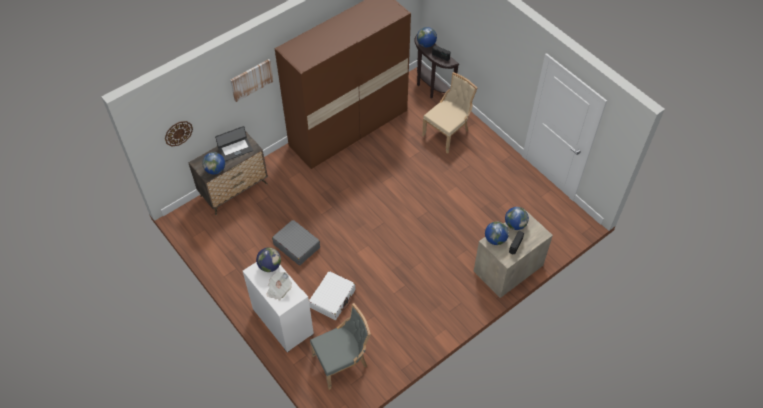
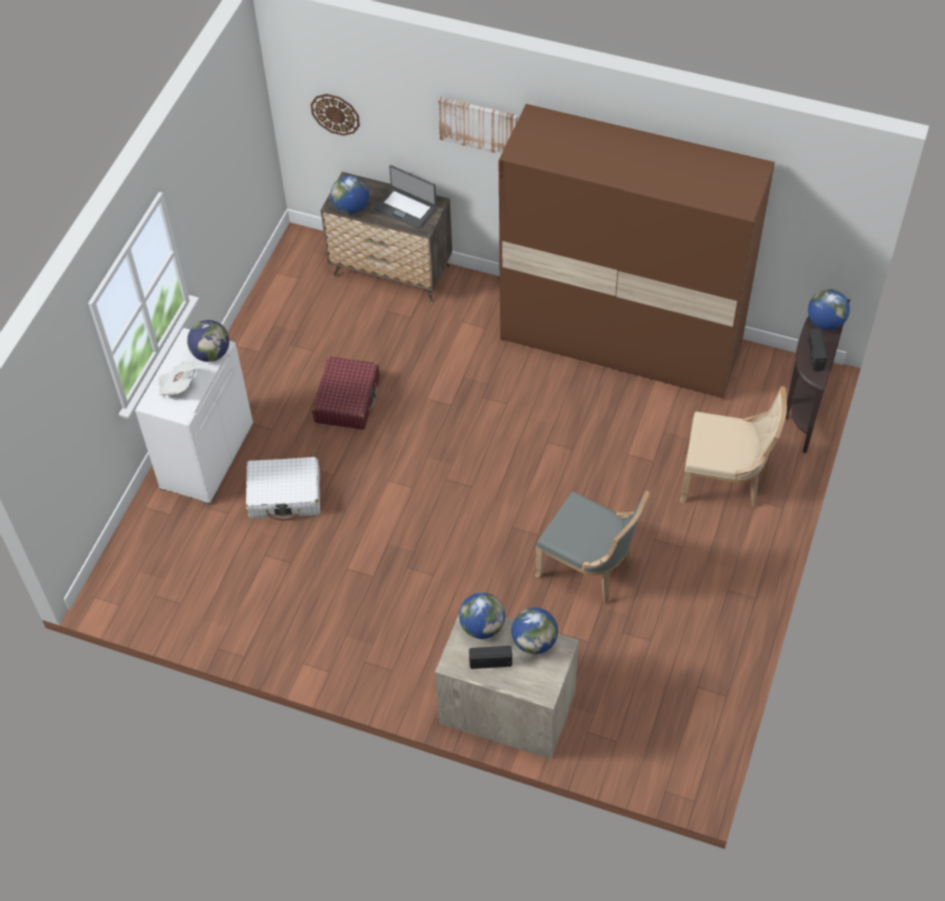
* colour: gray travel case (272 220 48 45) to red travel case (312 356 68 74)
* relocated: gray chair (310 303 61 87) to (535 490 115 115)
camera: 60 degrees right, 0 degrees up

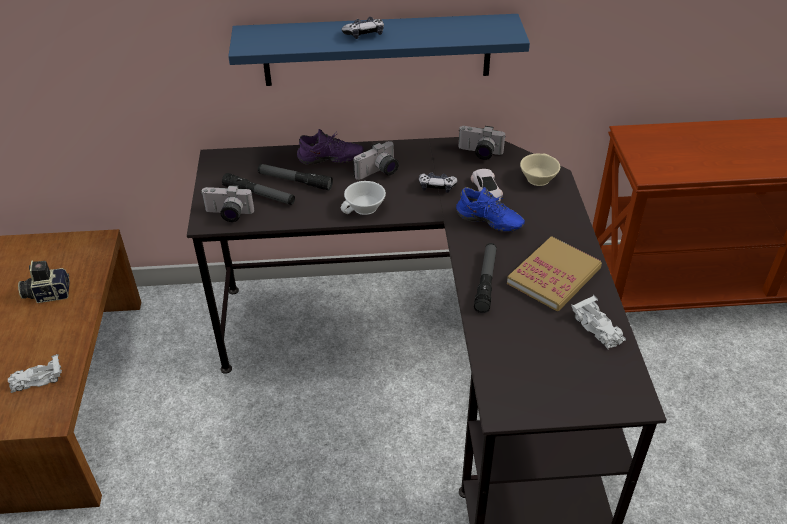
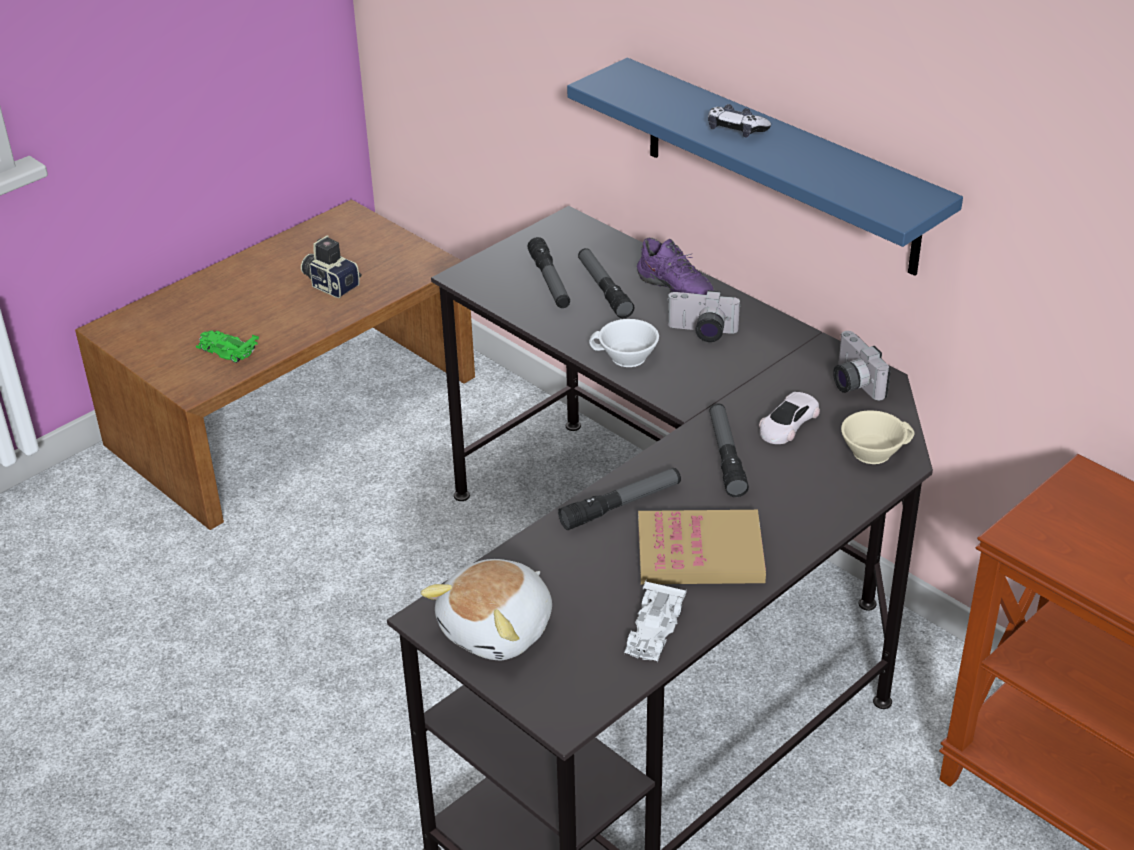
* colour: white miniature car (7 354 55 39) to greenish miniature car (196 330 63 33)
* appeared: plush toy (421 559 131 102)
* exchanged: blue item of footwear (456 187 69 45) to flashlight (709 403 40 94)
* missing: still camera (201 185 53 37)
* missing: gamepad (419 172 38 21)
camera: 50 degrees right, 5 degrees down

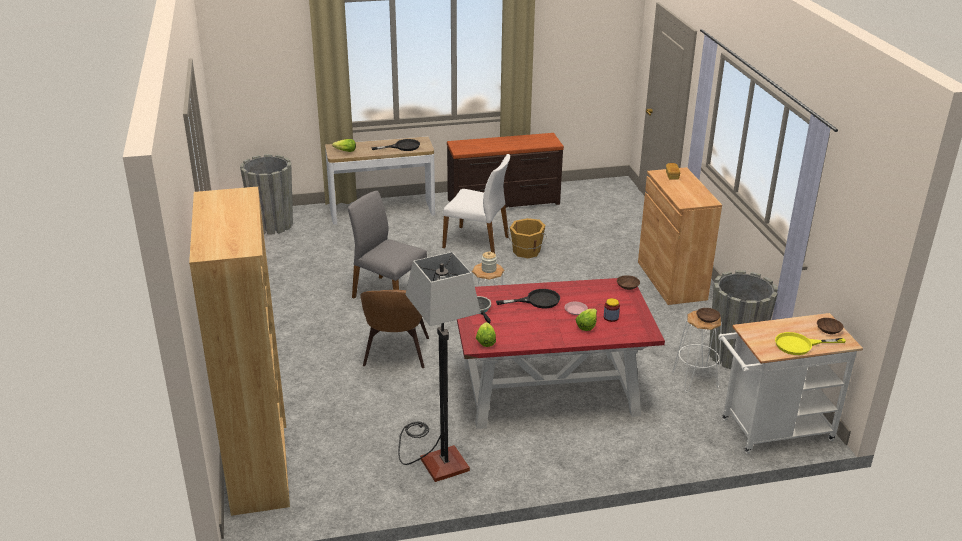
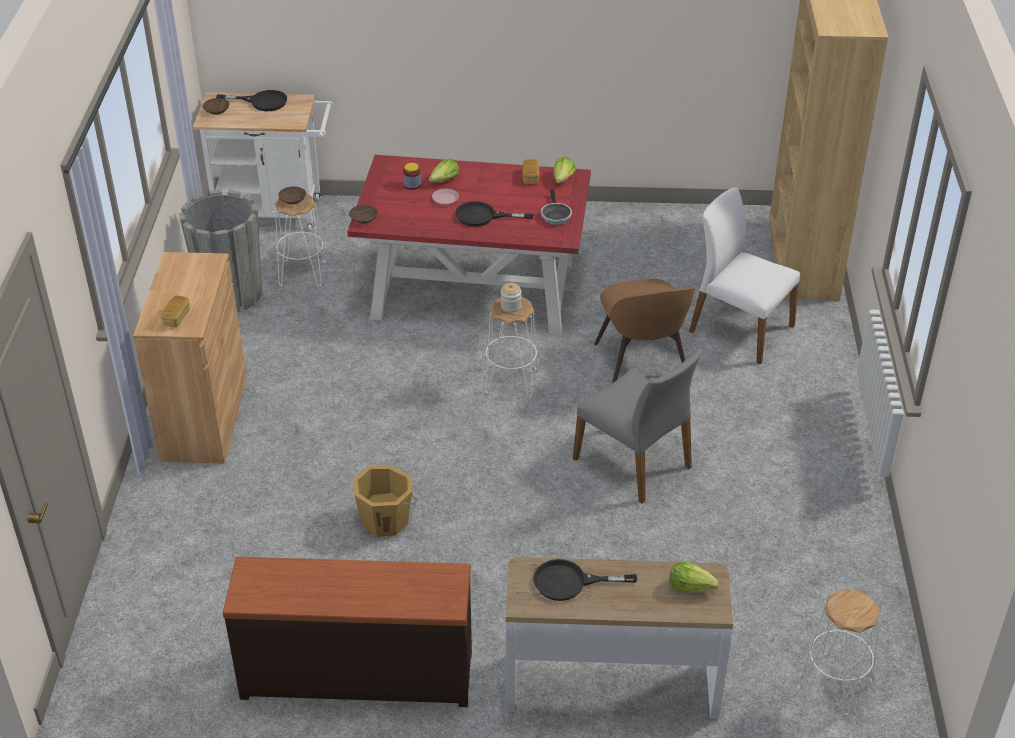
* colour: yellow frying pan (775 332 71 23) to black frying pan (216 90 71 21)
* appeared: bread (522 159 17 25)
* spun: brown chair (360 290 69 78) = (594 279 101 104) 150 degrees clockwise
* relocated: white chair (442 154 68 99) to (689 187 111 177)
* exchanged: gray planter (240 154 53 81) to white stool (798 589 82 126)
* missing: standing lamp (398 252 83 230)
camera: 165 degrees left, 10 degrees up

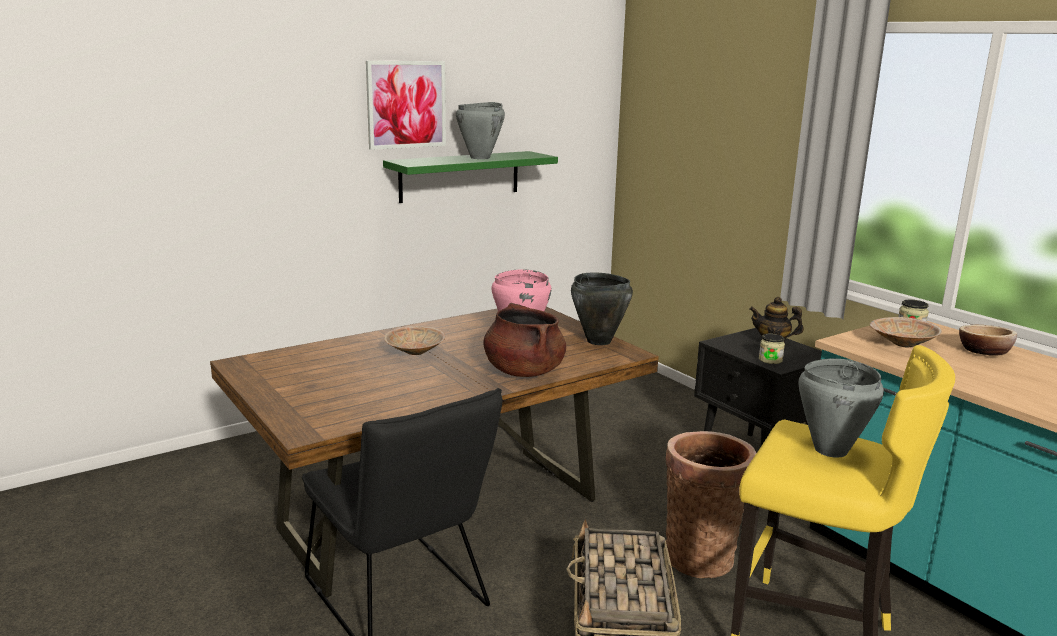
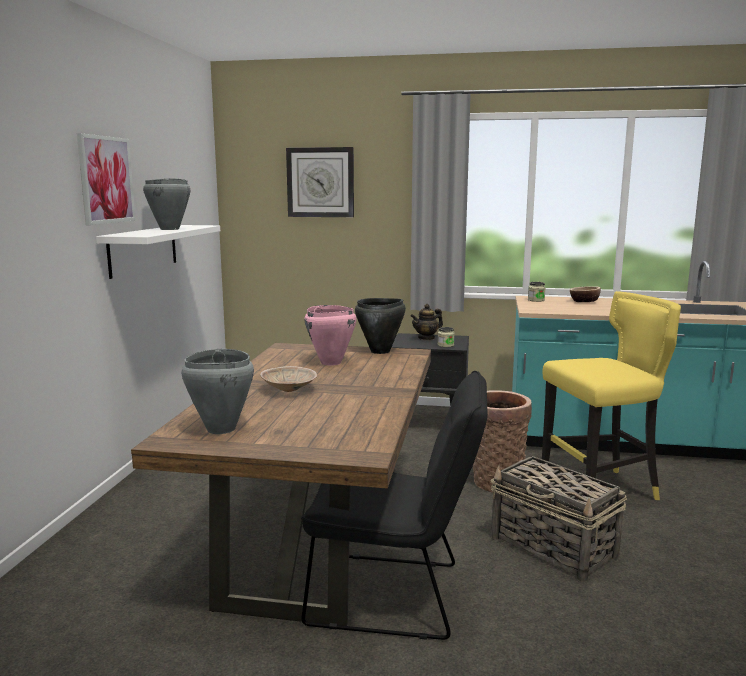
* colour: greenish shelf (383 151 175 52) to white shelf (96 225 124 54)
* relocated: gray saucepot (798 358 86 99) to (181 349 73 85)
* appeared: wall clock (286 147 68 70)
* missing: brown saucepot (483 303 83 74)
* missing: beige-coloured deep dish (870 317 72 31)
camera: 45 degrees left, 5 degrees down

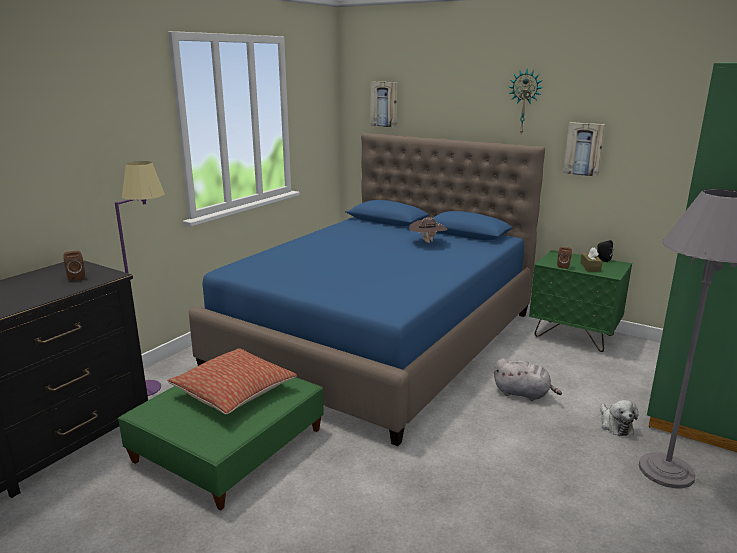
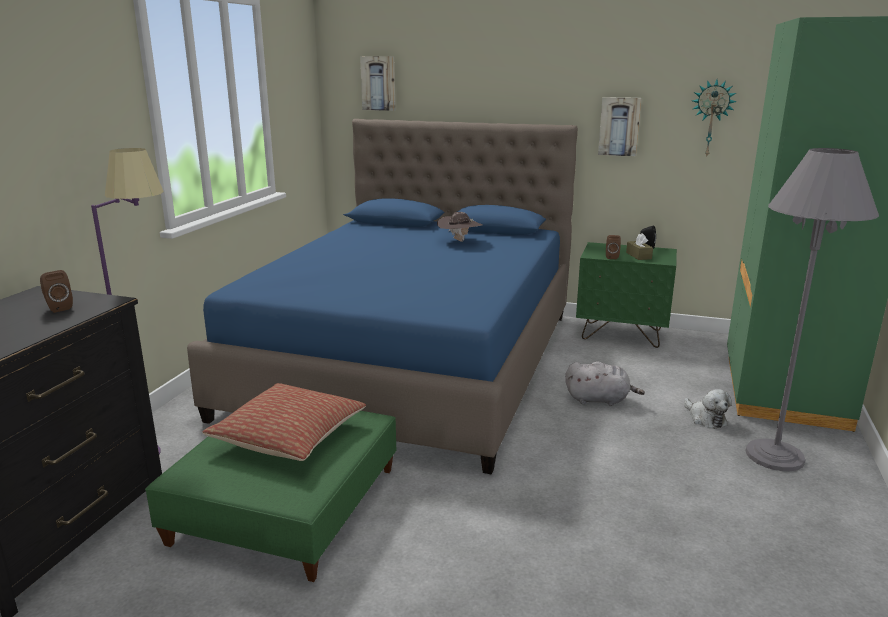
* relocated: wall clock (509 69 34 65) to (692 80 45 78)
camera: 15 degrees left, 0 degrees up

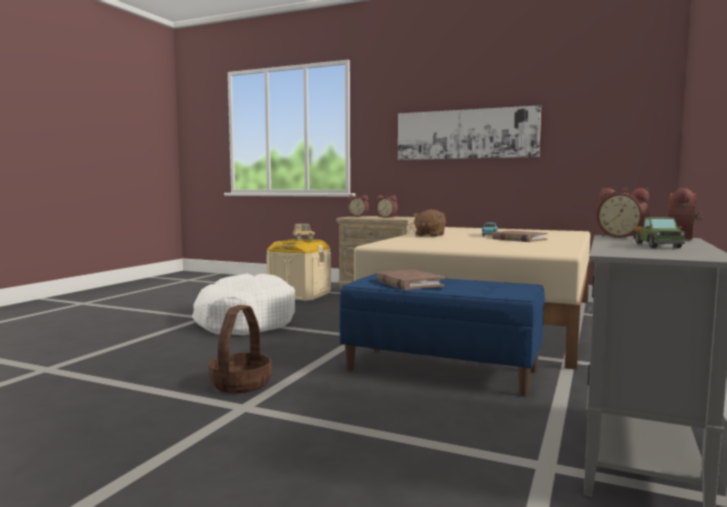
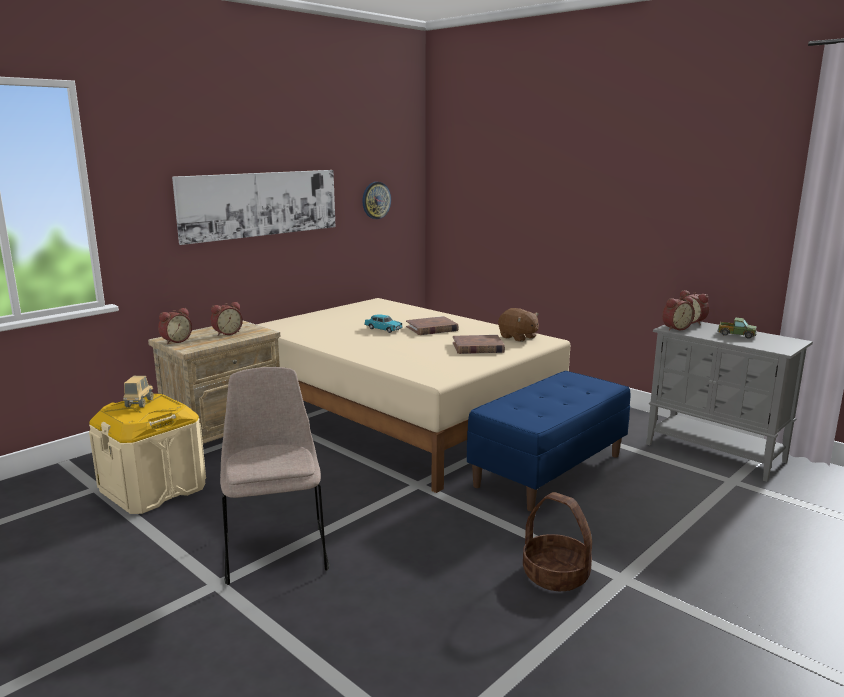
* exchanged: white dog cushion (192 273 103 62) to beige-coloured chair (220 367 109 218)
* appeared: wall clock (362 182 29 37)
* relocated: brown book (377 269 68 21) to (453 335 52 19)
* relocated: brown plush toy (413 209 33 28) to (498 308 41 34)
camera: 70 degrees left, 10 degrees up

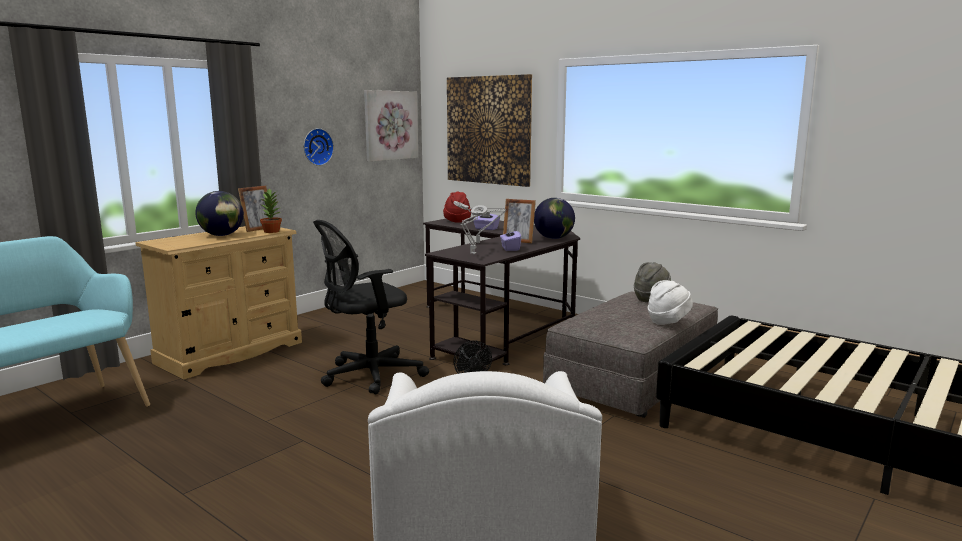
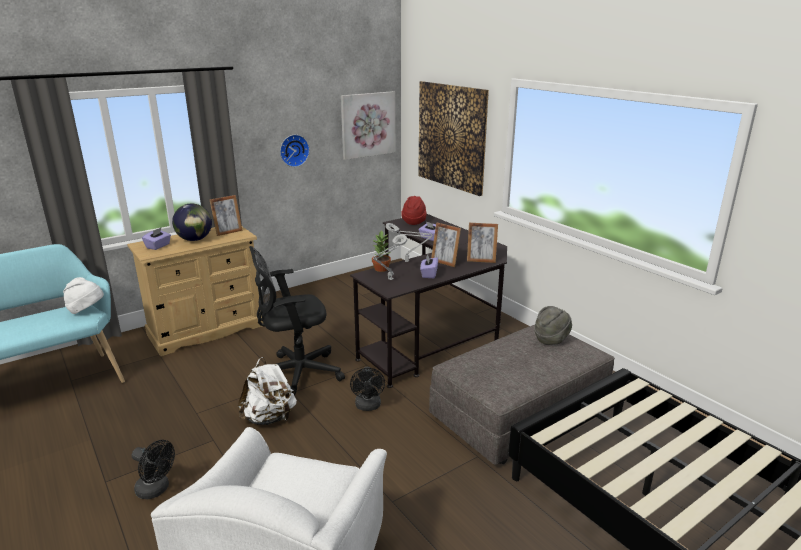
* relocated: white hat (648 280 45 45) to (63 277 41 37)
* appeared: black electric fan (132 440 43 59)
* appeared: purple-coloured tissue box (142 228 29 22)
* appeared: white backpack (238 357 59 68)
* relocated: plant in a pot (260 188 22 45) to (372 231 19 41)
* exchanged: world globe (534 198 41 41) to photo frame (467 223 31 40)
camera: 15 degrees right, 10 degrees up

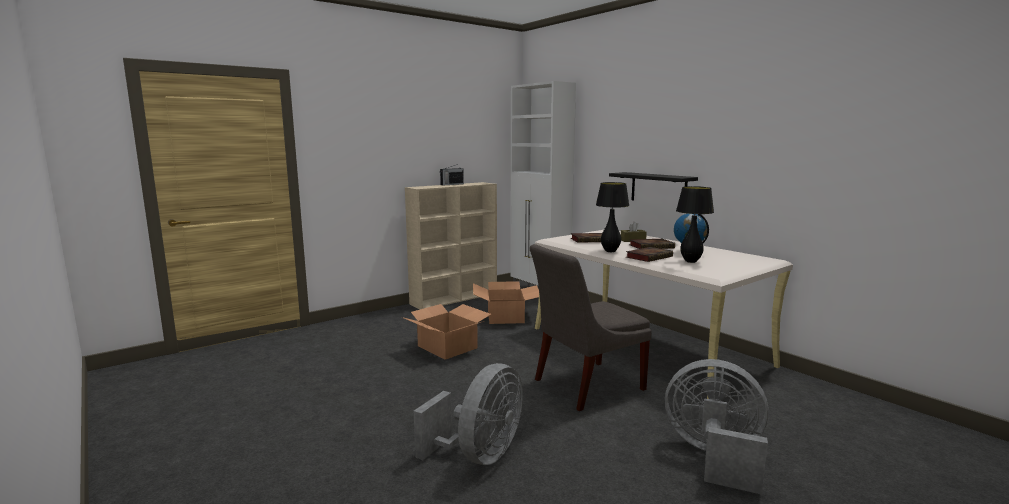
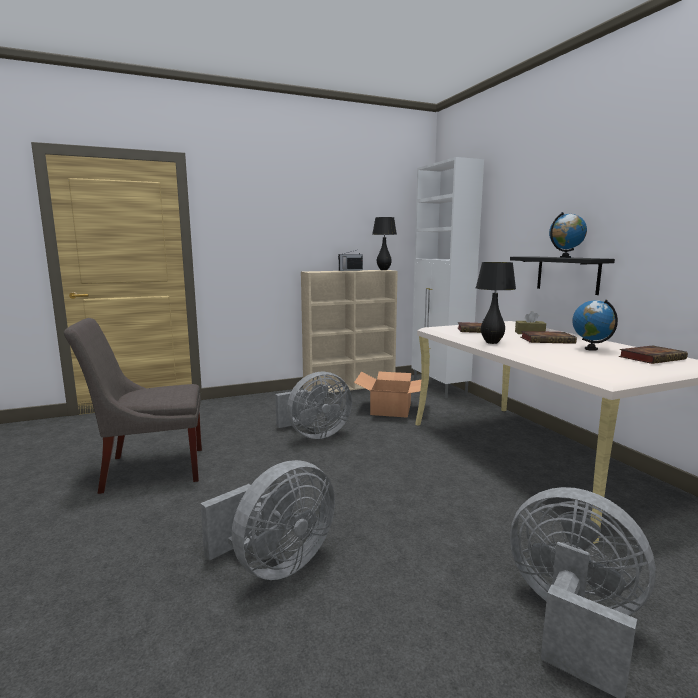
* relocated: gray chair (530 244 122 167) to (64 318 138 176)
* exchanged: packing box (402 304 89 56) to gray electric fan (275 372 77 67)
* relocated: black lamp for a table (676 186 38 77) to (372 217 25 53)
* appeared: world globe (549 212 38 46)
* relocated: book (626 247 47 15) to (619 346 69 18)
camera: 15 degrees right, 0 degrees up

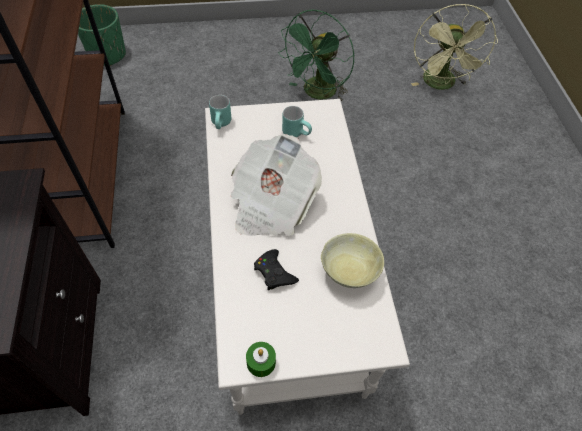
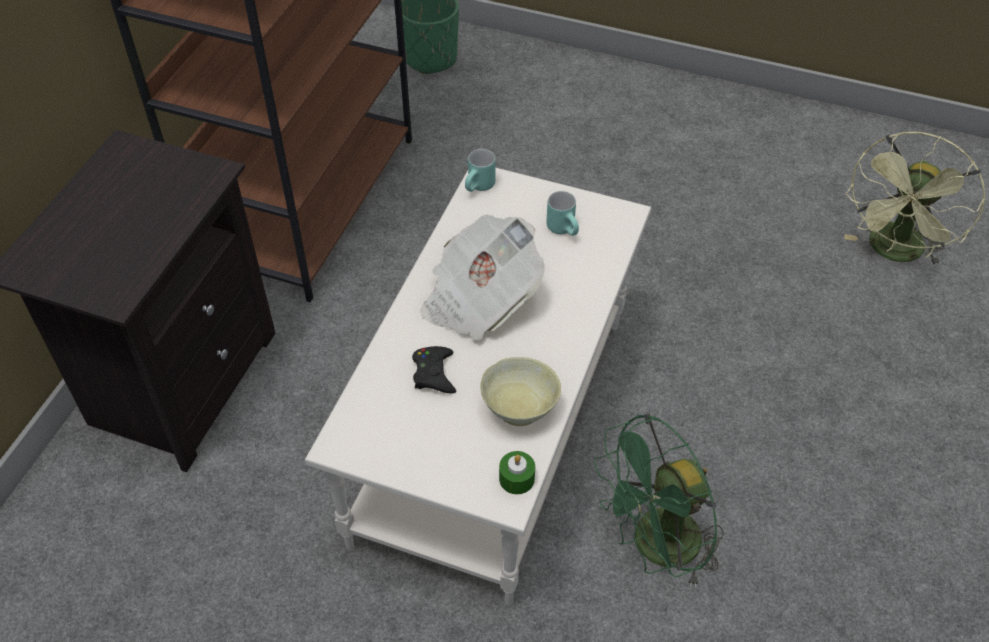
* relocated: greenish wax candle (246 342 30 35) to (499 451 36 43)
* relocated: greenish electric fan (278 10 77 92) to (594 414 130 174)
camera: 30 degrees right, 5 degrees down

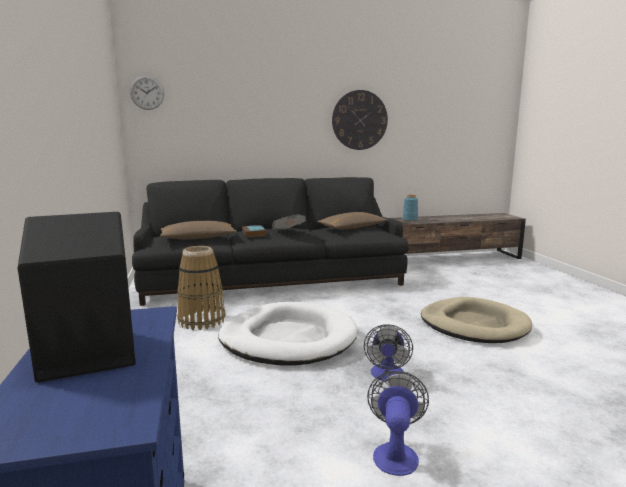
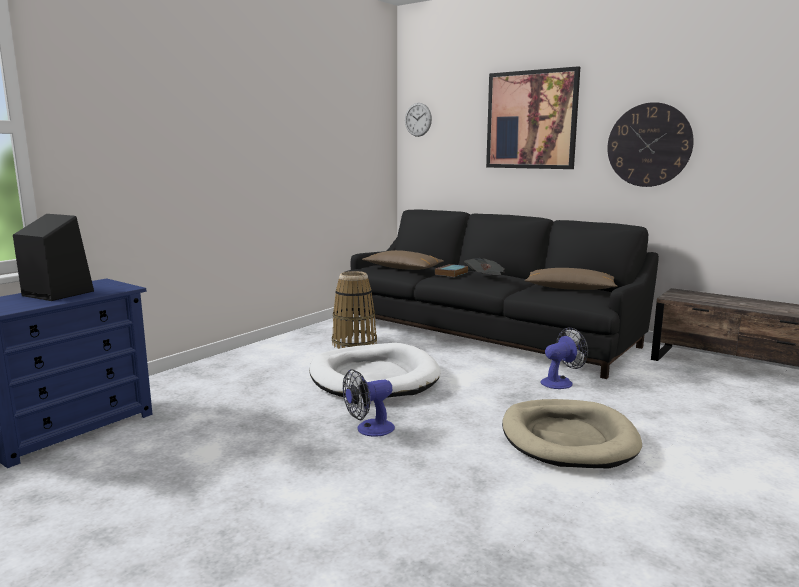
* appeared: wall art (486 66 94 103)
* relocated: electric fan (367 371 62 105) to (541 327 47 62)
* missing: blue vase (402 195 16 26)
camera: 50 degrees right, 0 degrees up

